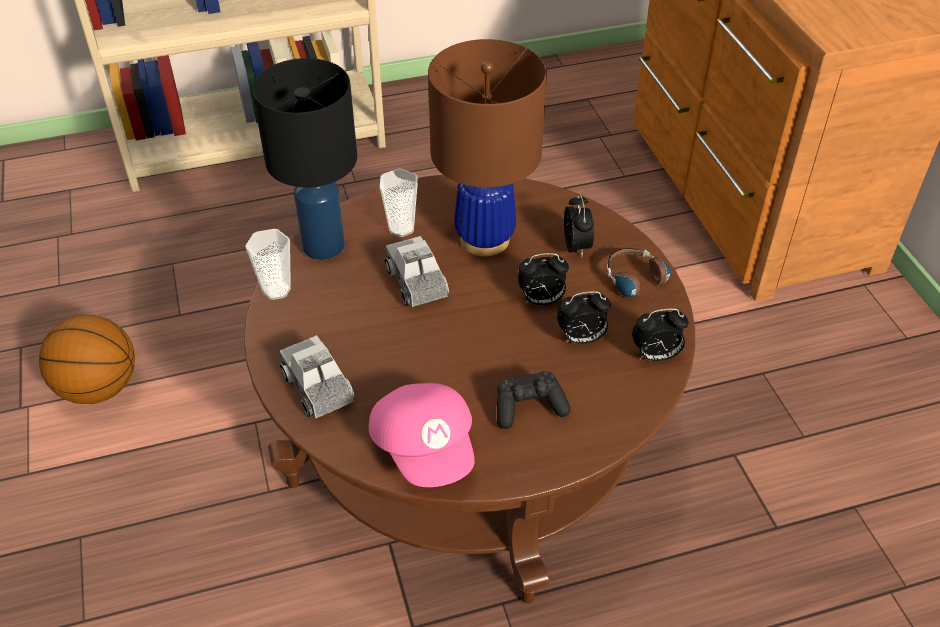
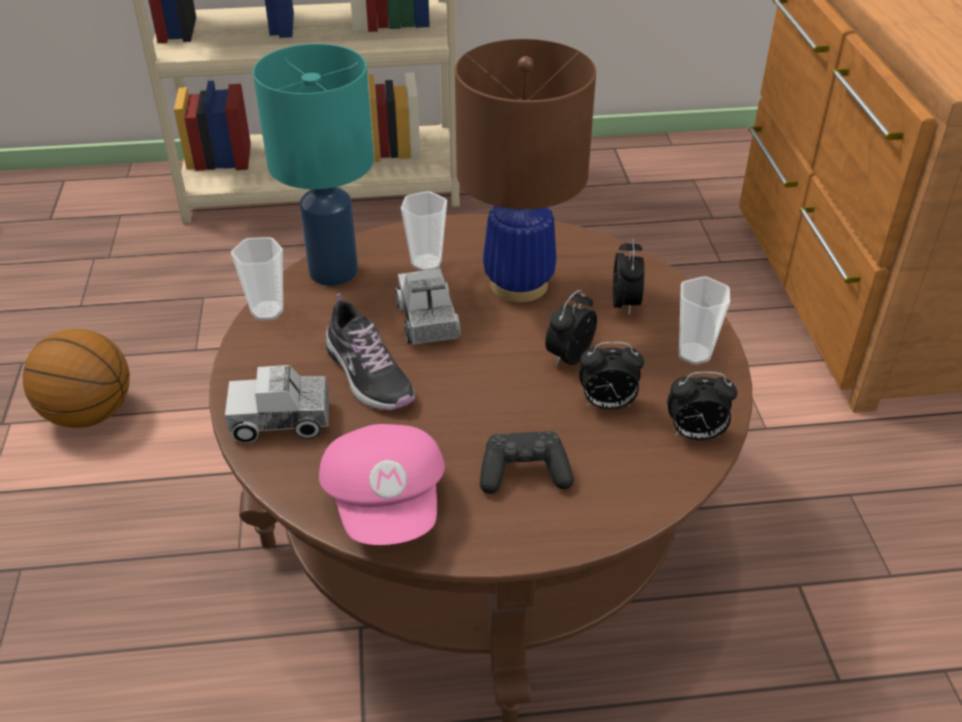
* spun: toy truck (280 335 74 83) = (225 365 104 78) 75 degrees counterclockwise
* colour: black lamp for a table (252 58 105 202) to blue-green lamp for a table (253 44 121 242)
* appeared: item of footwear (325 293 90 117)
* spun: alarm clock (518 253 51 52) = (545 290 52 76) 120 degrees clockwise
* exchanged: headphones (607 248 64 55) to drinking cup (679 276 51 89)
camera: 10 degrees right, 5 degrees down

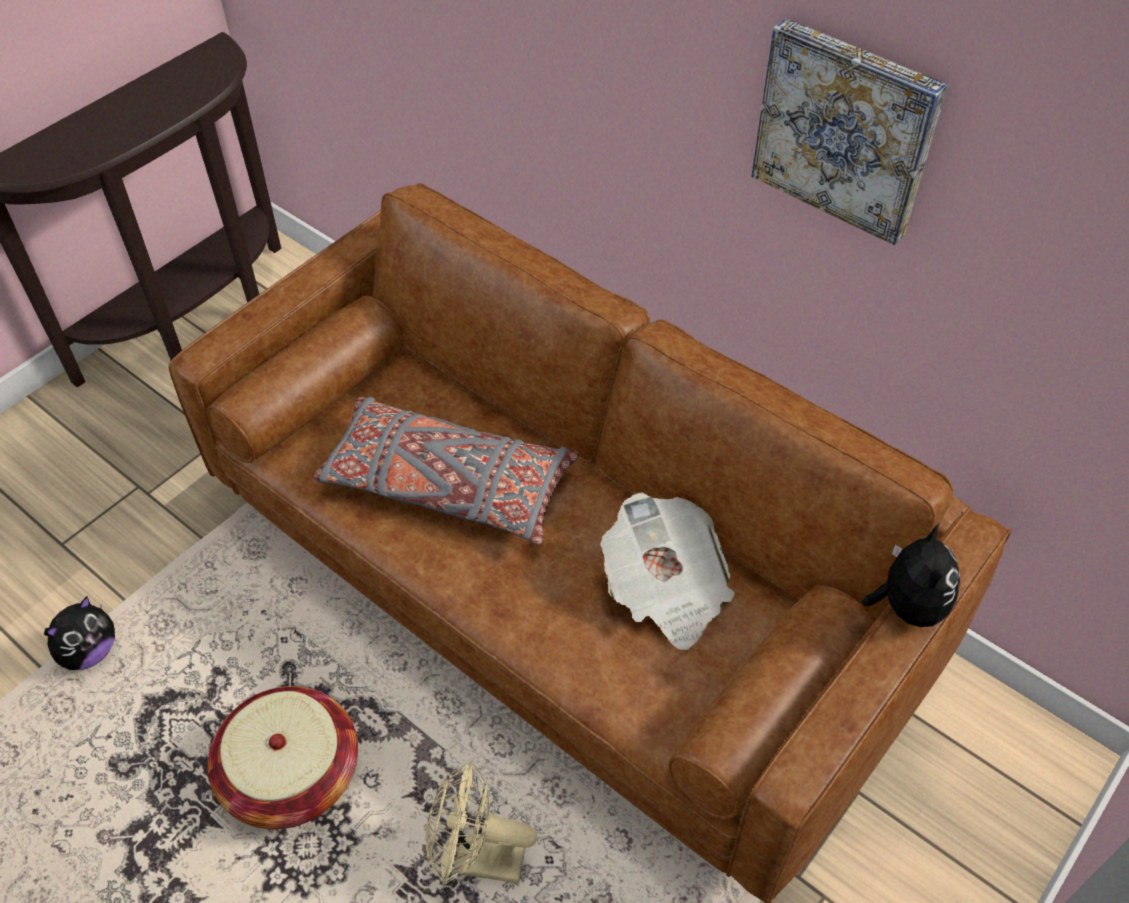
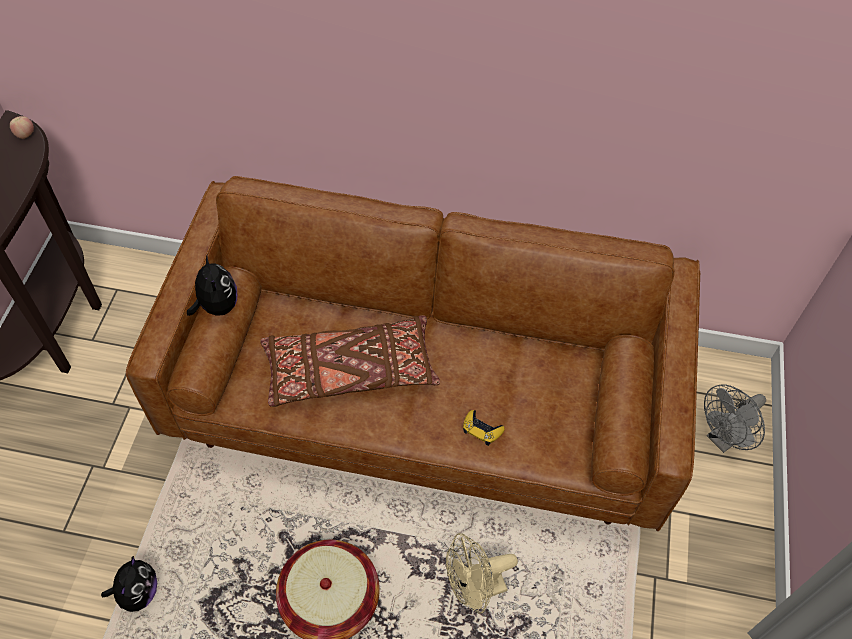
* appeared: apple fruit (10 116 24 23)
* relocated: plush toy (862 524 98 103) to (187 255 50 61)
* colour: gray pillow (314 397 265 148) to brown pillow (260 315 180 92)
* appeared: yellow gamepad (463 410 42 36)
* appeared: gray electric fan (704 384 62 69)
* missing: newspaper (601 492 134 158)
* missing: wall art (751 18 197 227)
camera: 30 degrees left, 5 degrees up

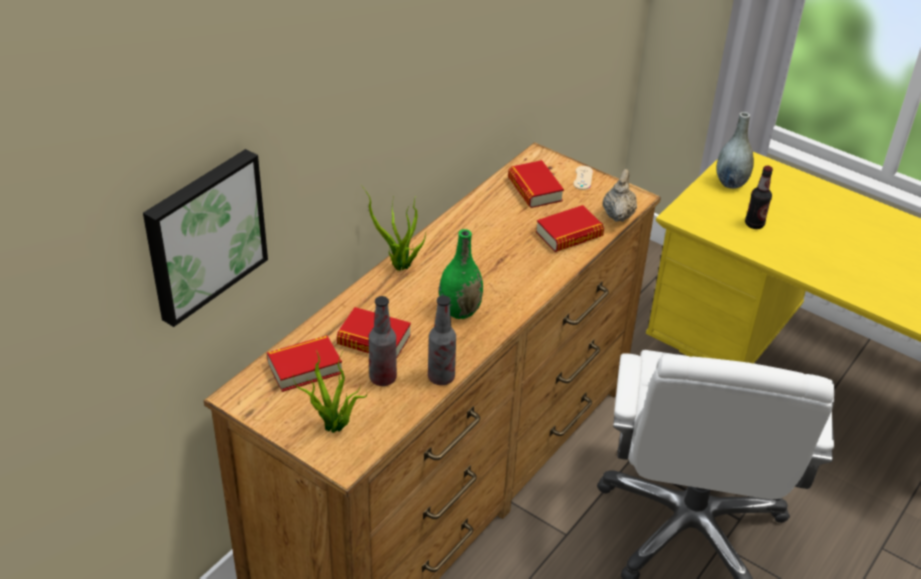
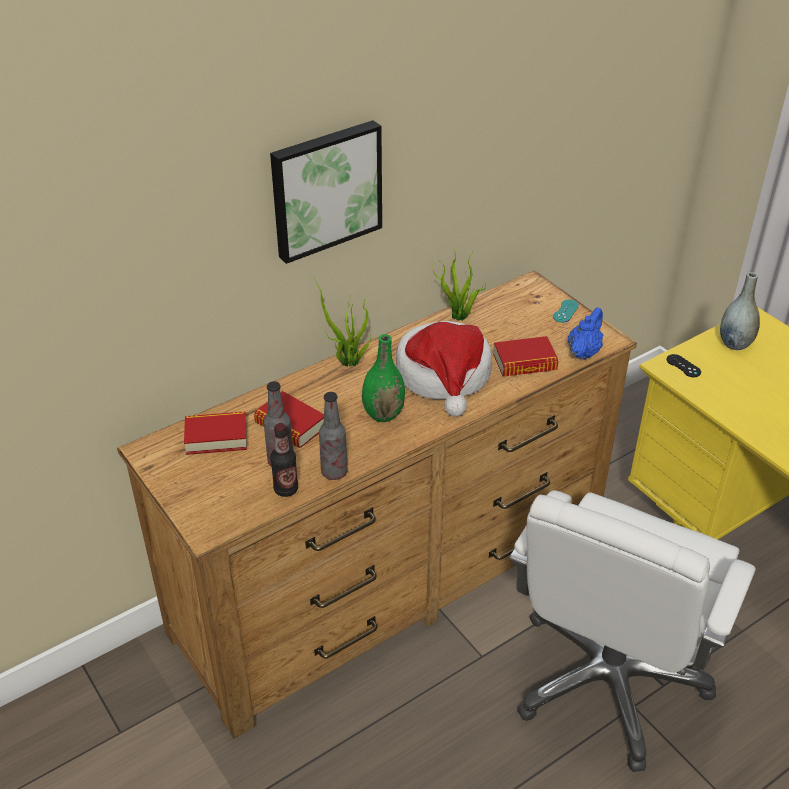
* relocated: wall art (143 149 125 178) to (270 120 112 144)
* relocated: drink bottle (745 166 28 63) to (270 423 28 74)
* appeared: hat (396 321 96 96)
* relocated: plant in a pot (293 350 74 83) to (433 248 53 73)
* colour: beige-coloured gamepad (573 166 20 24) to blue-green gamepad (553 299 26 24)
* colour: beige-coloured pot for tea (603 169 34 53) to blue pot for tea (568 308 35 52)
* appeared: black gamepad (666 354 35 23)
* missing: book (508 160 56 48)
camera: 20 degrees right, 0 degrees up

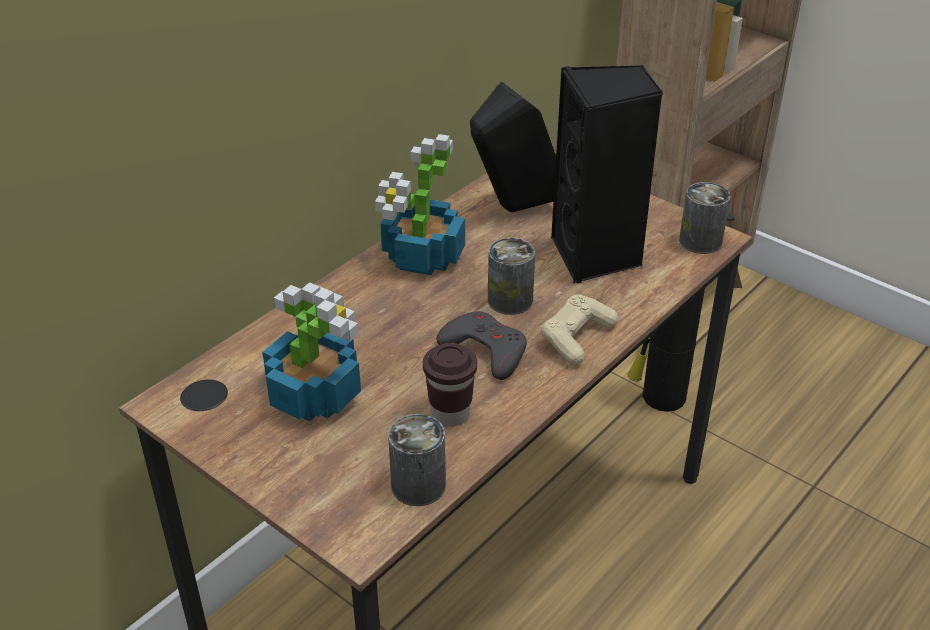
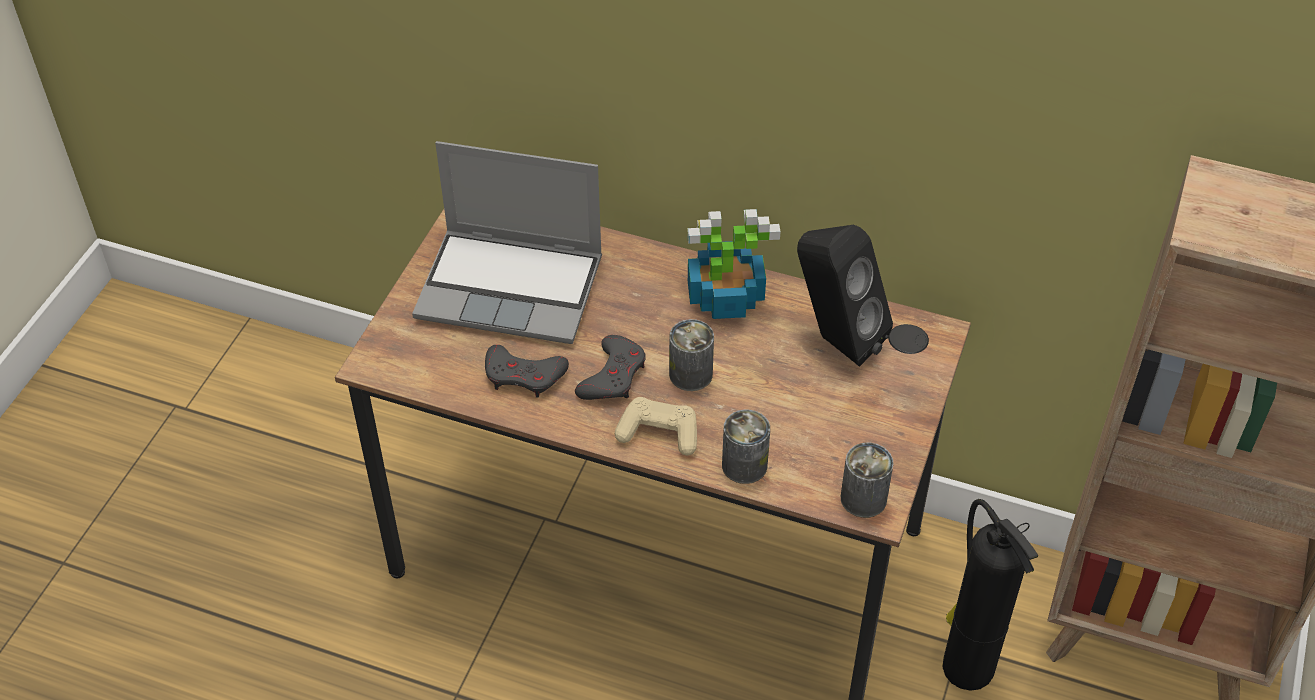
* exchanged: plant in a pot (262 282 99 139) to notebook computer (412 141 190 203)
* exchanged: brown drinking cup (423 343 54 84) to gray gamepad (485 344 84 53)
* relocated: sealed can (388 414 58 92) to (722 409 48 75)
* missing: black audio speaker (551 65 112 218)
camera: 70 degrees right, 10 degrees up

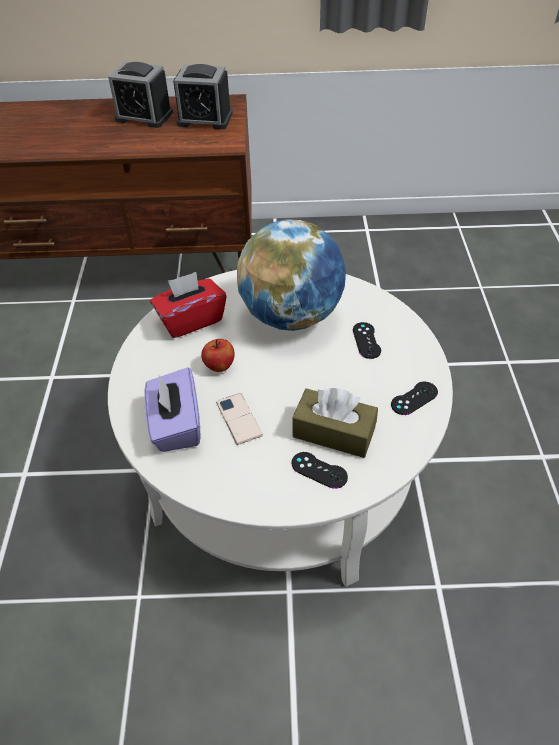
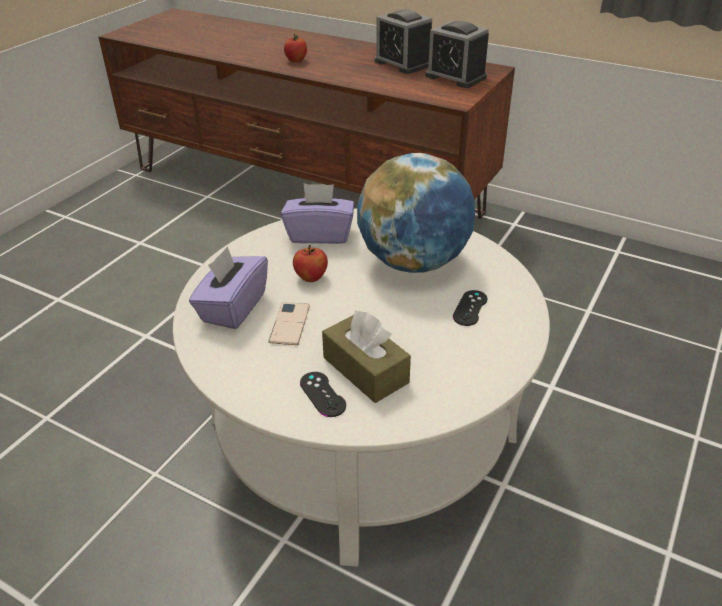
* colour: red tissue box (150 272 76 66) to purple-coloured tissue box (281 183 73 61)
* appeared: apple fruit (284 34 23 29)
* missing: black gamepad (391 382 47 33)
camera: 30 degrees right, 10 degrees down

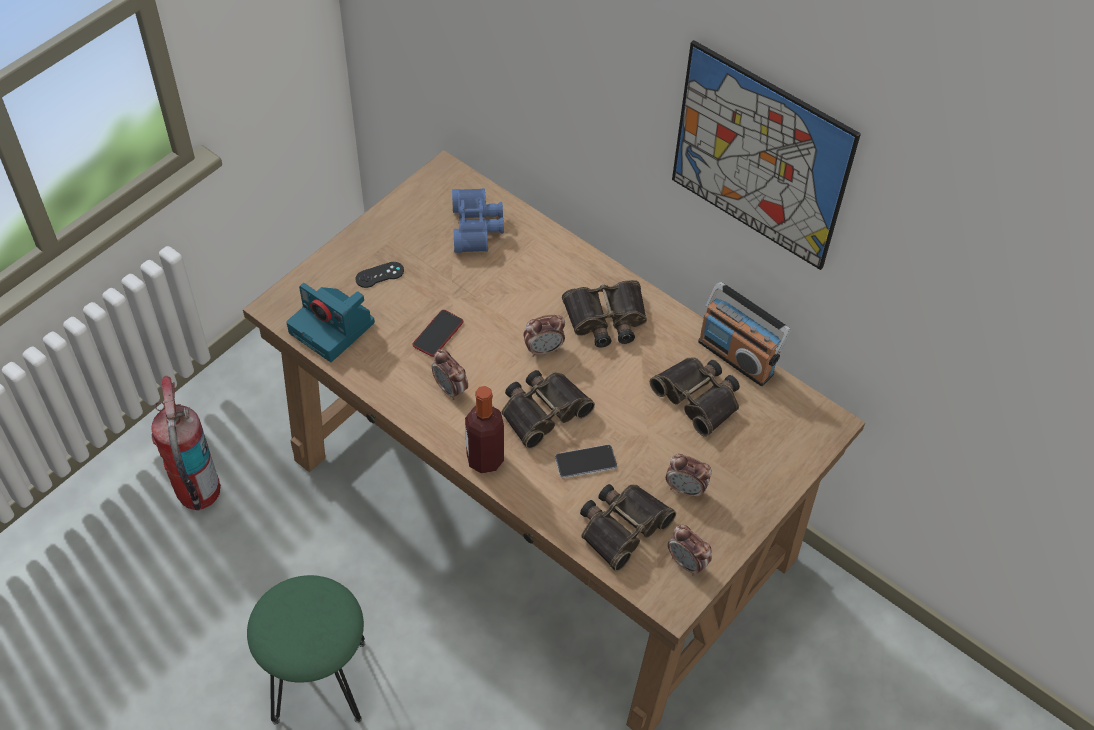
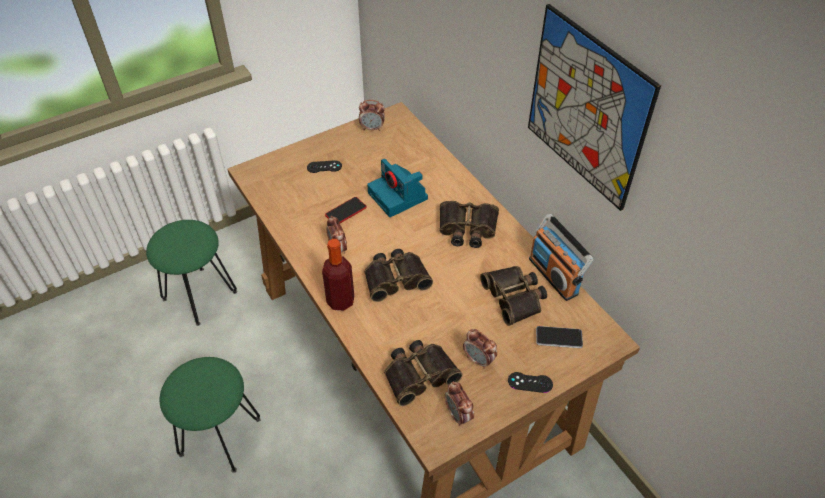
* exchanged: fire extinguisher (151 376 70 135) to greenish stool (146 220 91 106)
* relocated: alarm clock (523 315 42 42) to (359 100 26 31)
* relocated: still camera (286 283 89 79) to (367 158 61 59)
* appeared: black gamepad (508 372 45 21)
* relocated: phone (555 445 62 33) to (536 326 47 22)
* missing: blue field glasses (452 188 52 65)
camera: 20 degrees right, 5 degrees down

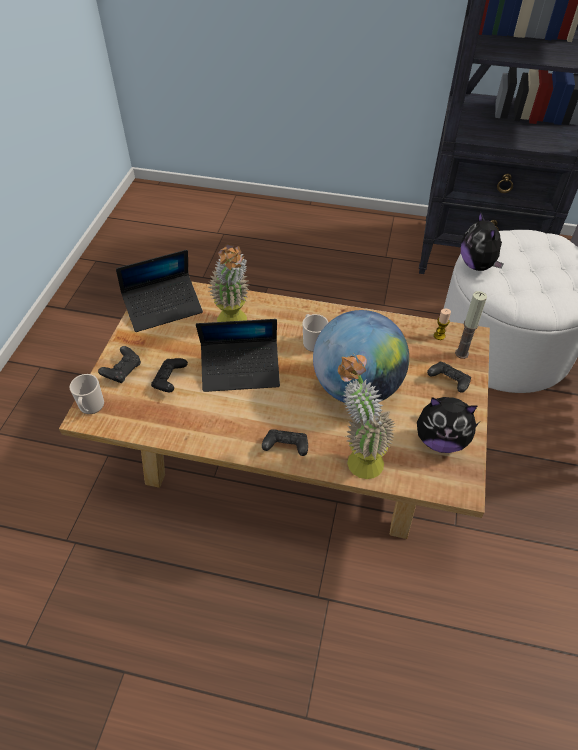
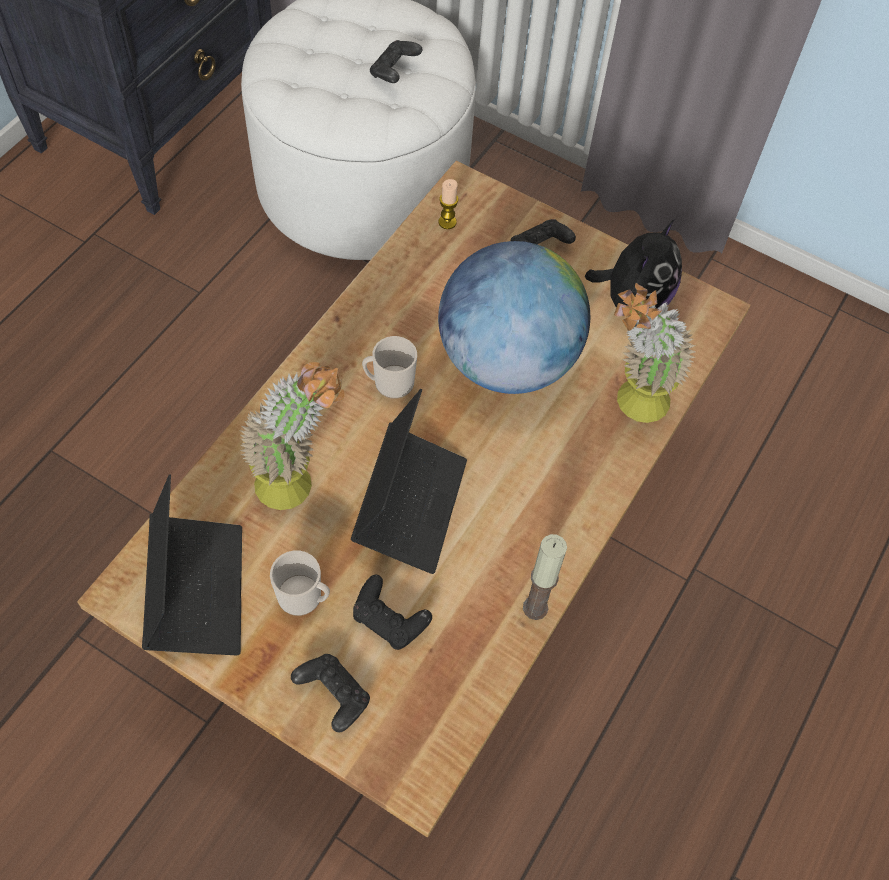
* relocated: tea mug (70 374 34 40) to (270 550 60 66)
* relocated: black gamepad (262 429 46 27) to (370 40 52 43)
* relocated: wax candle (455 291 32 68) to (523 534 44 86)
* missing: plush toy (461 211 43 60)
camera: 75 degrees left, 10 degrees up

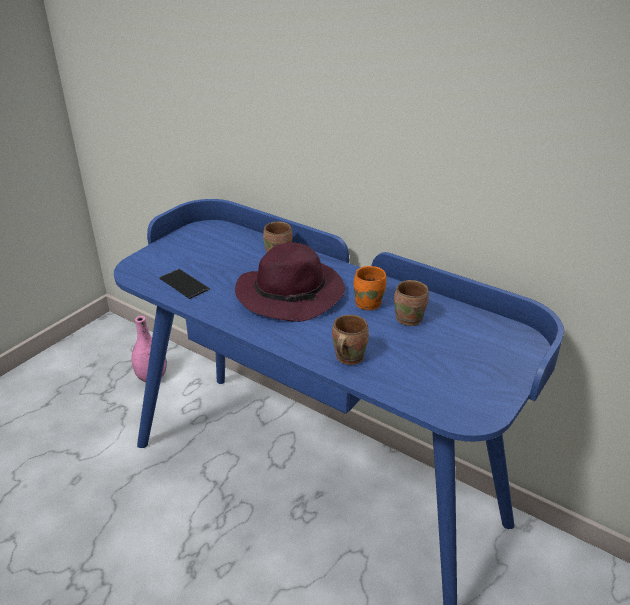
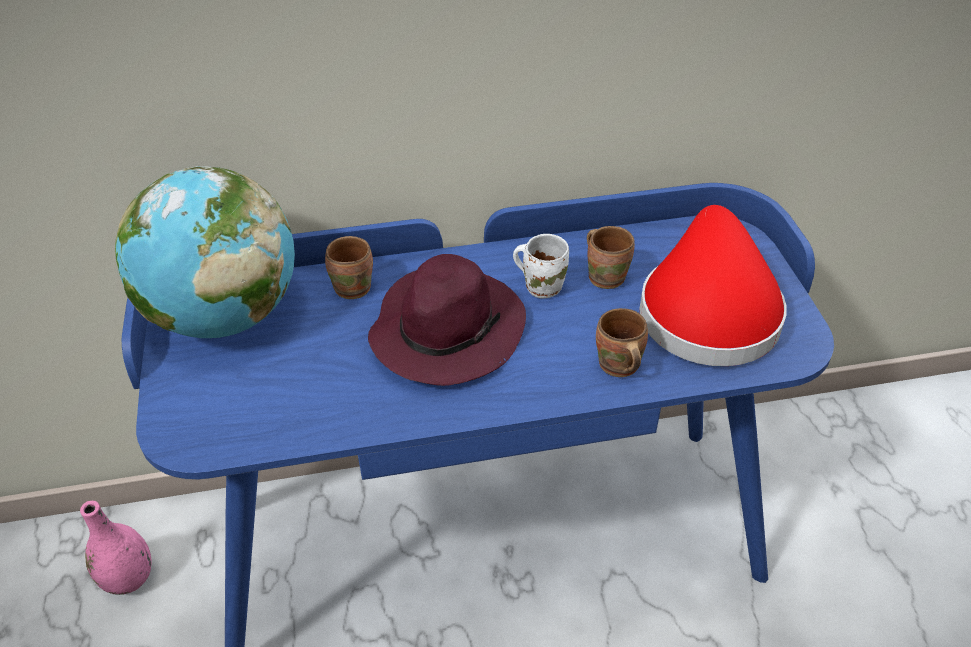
* appeared: world globe (115 166 180 172)
* colour: orangey tea mug (354 266 33 44) to white tea mug (513 234 56 65)
* appeared: red hat (640 205 147 161)
* missing: phone (159 269 51 30)
camera: 45 degrees left, 10 degrees up

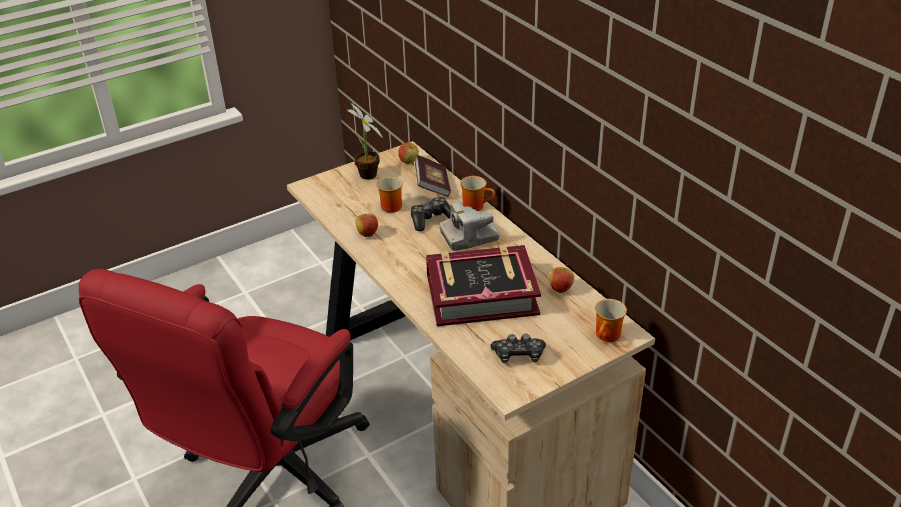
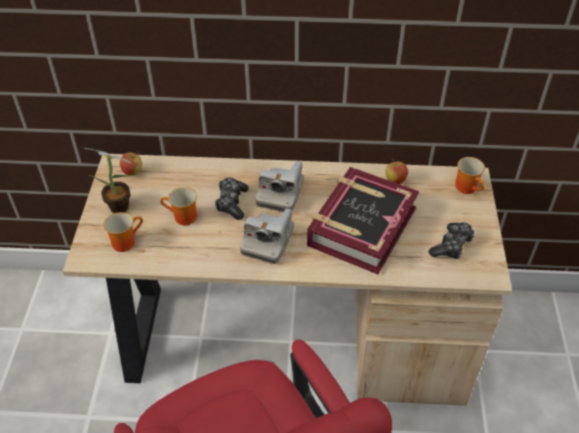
* relocated: tea mug (460 176 35 35) to (104 212 39 40)
* appeared: still camera (240 209 54 55)
* missing: apple fruit (355 210 23 27)
* missing: book (415 155 36 42)
camera: 55 degrees left, 10 degrees up

